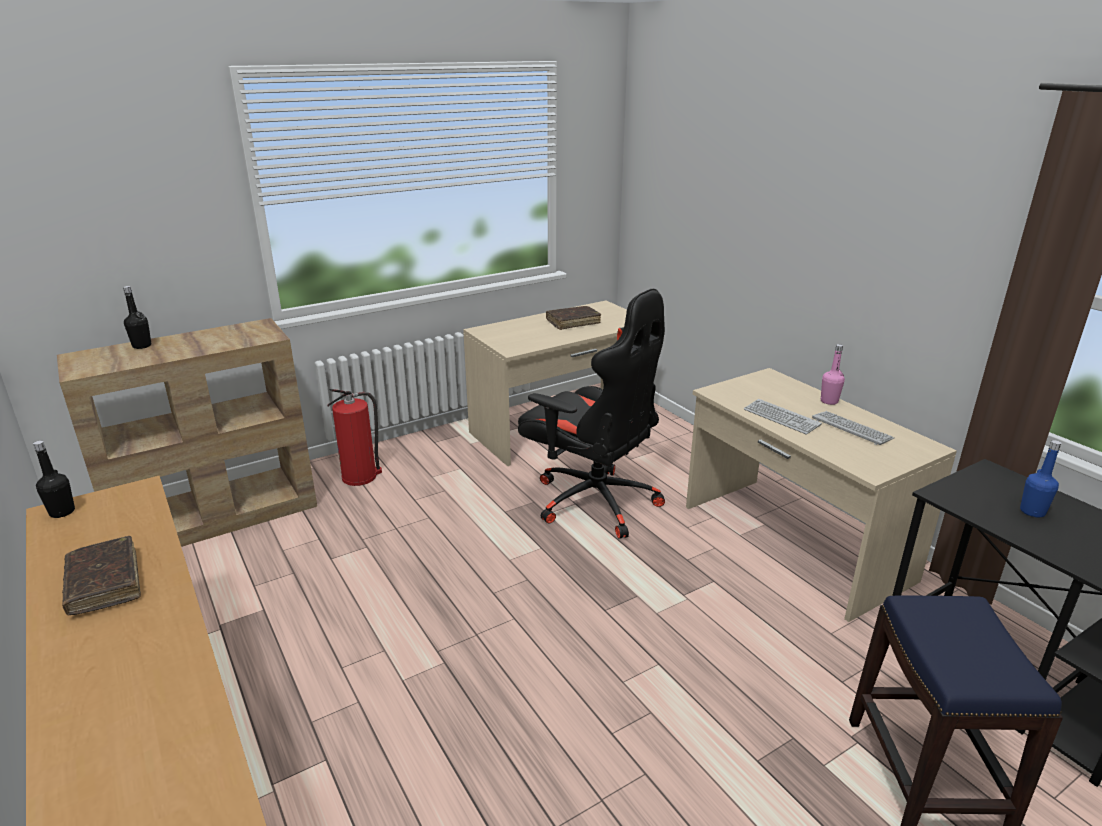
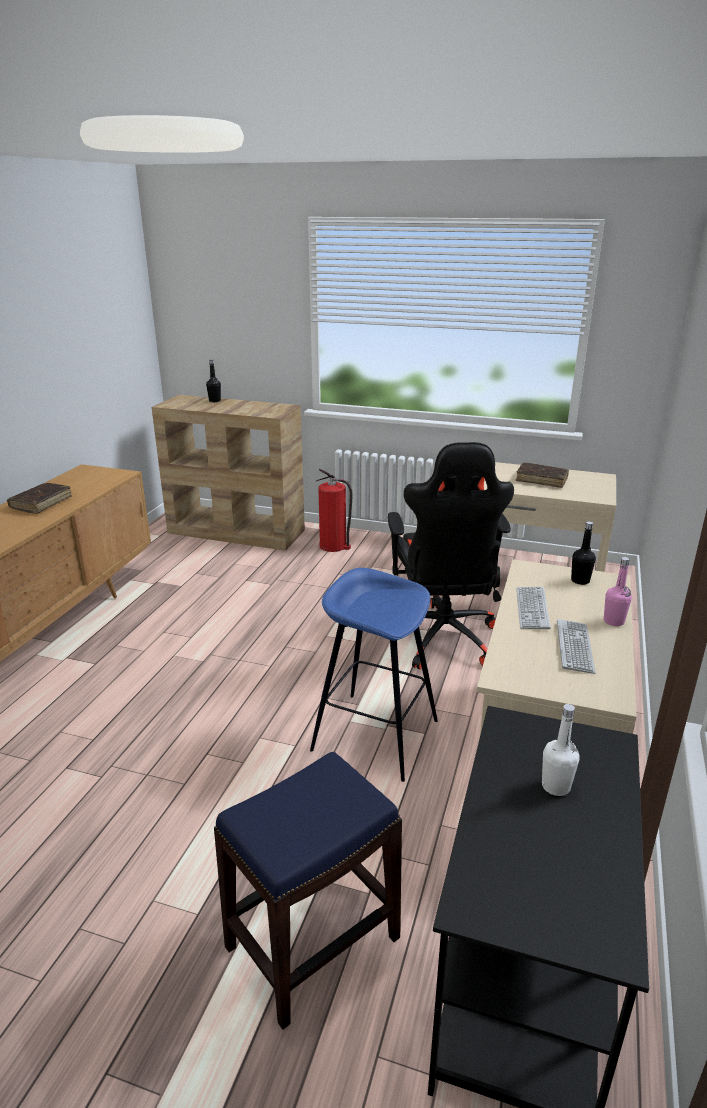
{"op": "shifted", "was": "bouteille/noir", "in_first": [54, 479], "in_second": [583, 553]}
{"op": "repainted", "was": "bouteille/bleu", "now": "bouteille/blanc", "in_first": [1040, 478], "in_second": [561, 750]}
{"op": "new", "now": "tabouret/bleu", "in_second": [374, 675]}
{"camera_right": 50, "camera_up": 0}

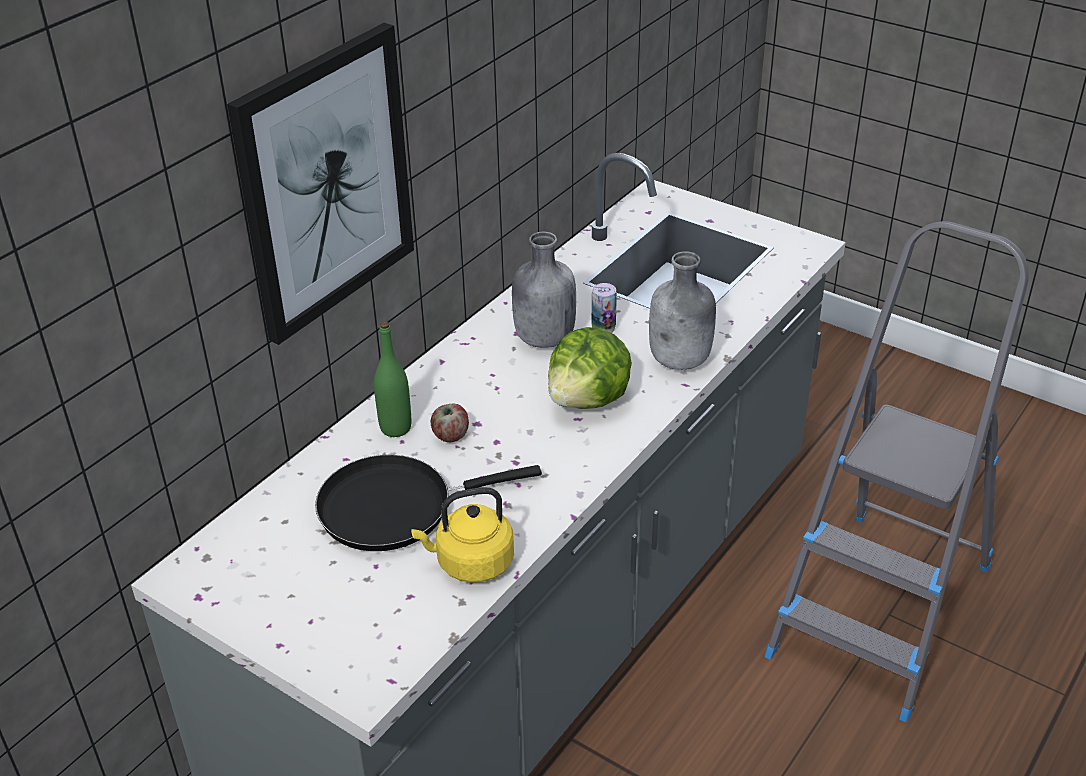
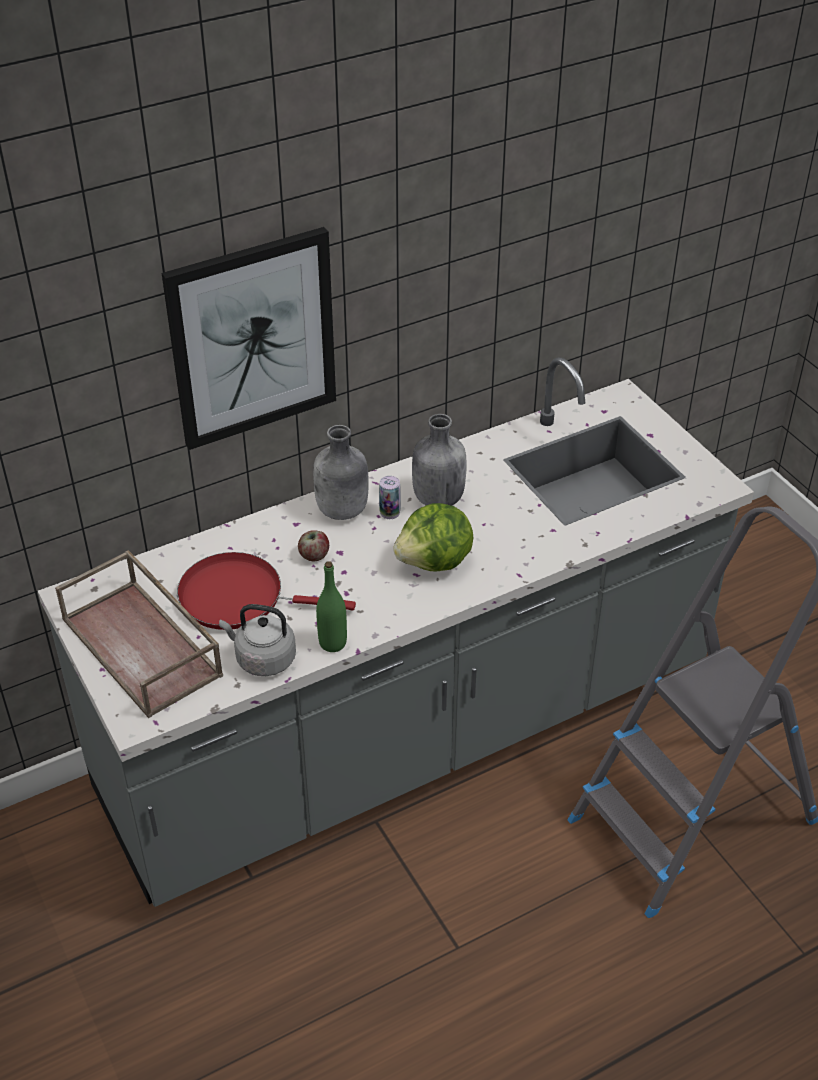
{"op": "shifted", "was": "bouteille/gris", "in_first": [682, 310], "in_second": [341, 472]}
{"op": "shifted", "was": "boîte métallique", "in_first": [604, 308], "in_second": [390, 497]}
{"op": "shifted", "was": "bouteille/vert", "in_first": [392, 379], "in_second": [331, 606]}
{"op": "repainted", "was": "poêle/noir", "now": "poêle/rouge", "in_first": [428, 503], "in_second": [266, 591]}
{"op": "repainted", "was": "bouilloire/jaune", "now": "bouilloire/gris", "in_first": [462, 535], "in_second": [257, 640]}
{"op": "new", "now": "plateau/marron", "in_second": [139, 634]}
{"camera_right": 25, "camera_up": 5}

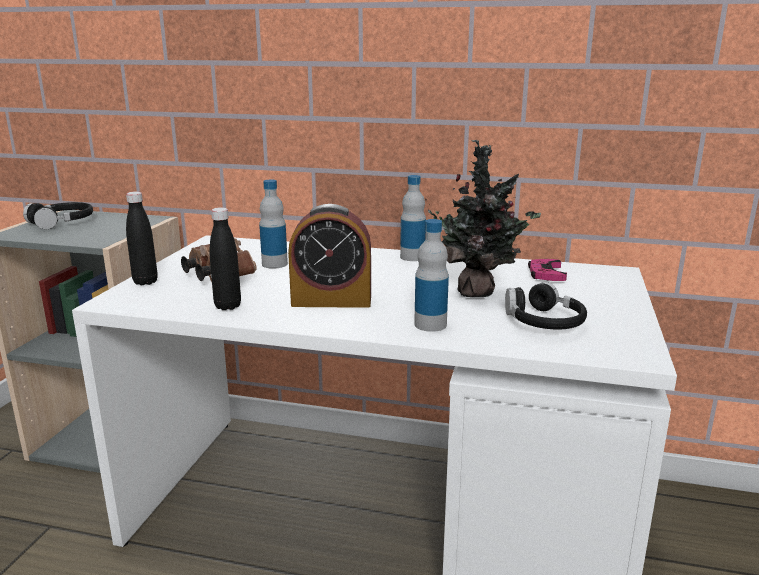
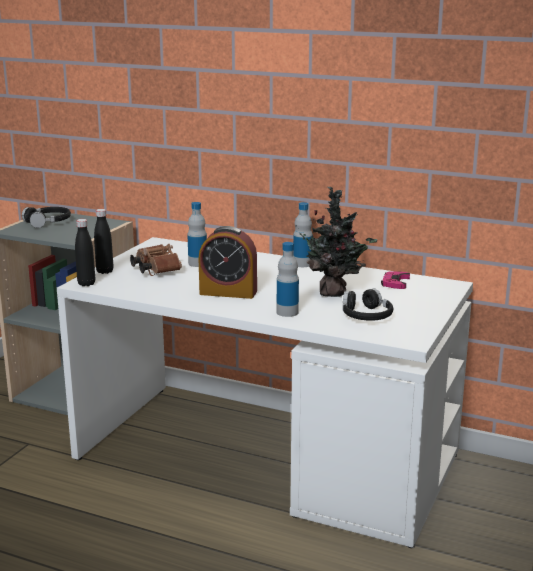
{"op": "shifted", "was": "bouteille/noir", "in_first": [225, 258], "in_second": [85, 252]}
{"camera_right": 10, "camera_up": 0}

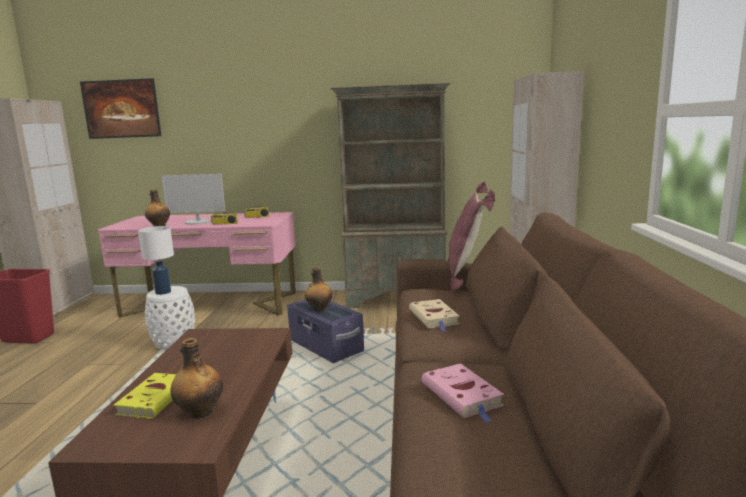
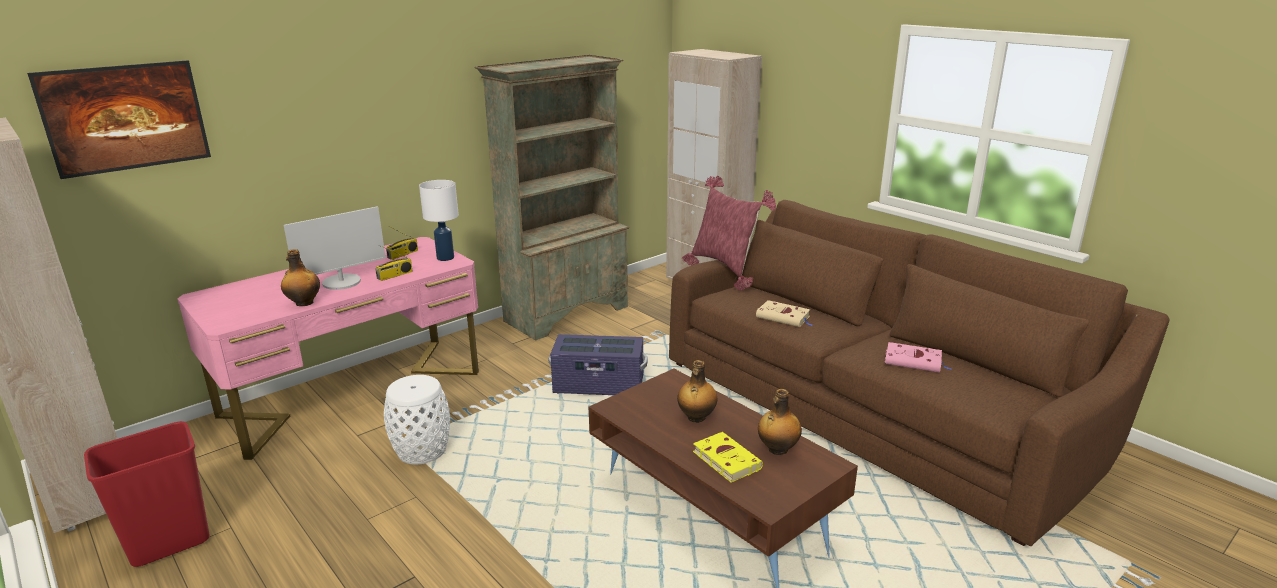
{"op": "shifted", "was": "lampe de table/blanc", "in_first": [156, 260], "in_second": [439, 220]}
{"op": "shifted", "was": "bouteille", "in_first": [318, 289], "in_second": [697, 391]}
{"camera_right": -45, "camera_up": 10}

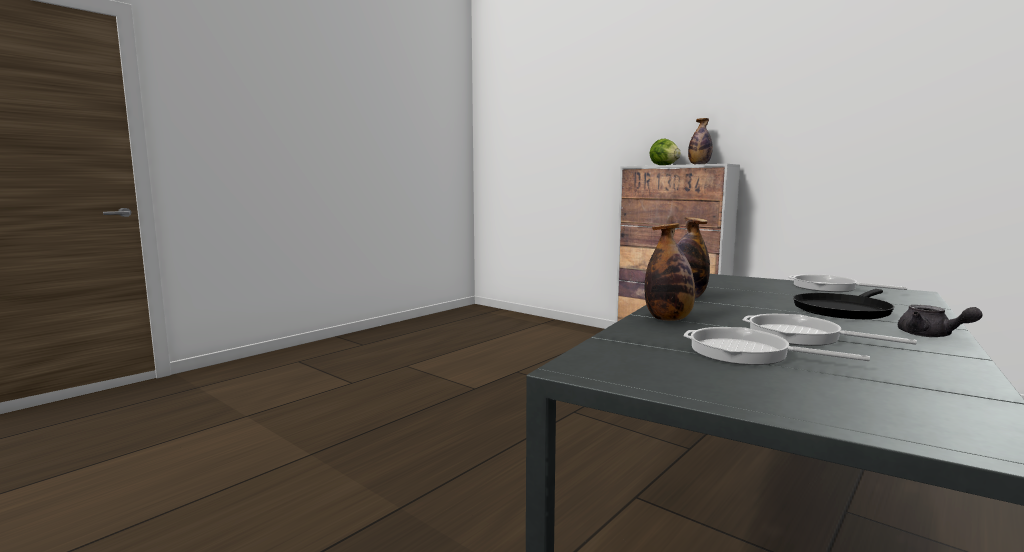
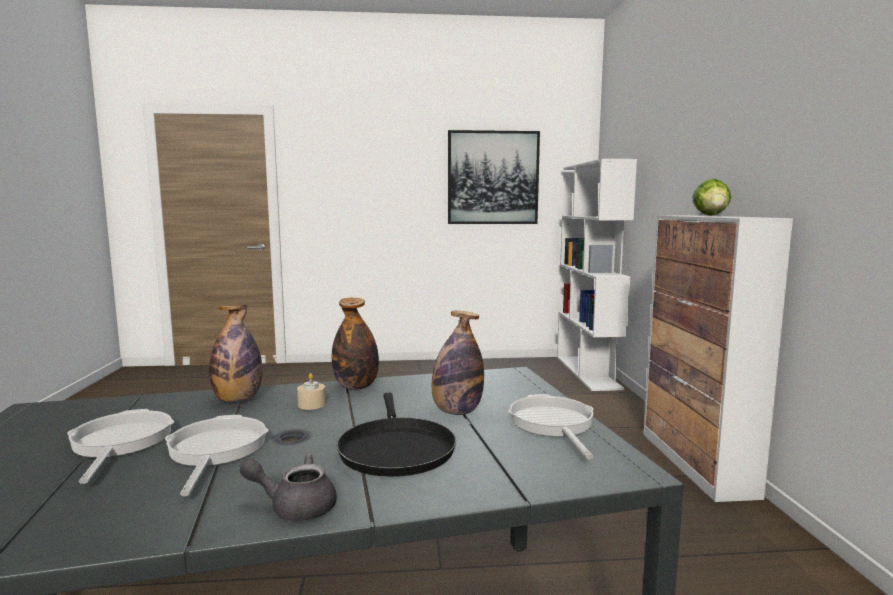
{"op": "shifted", "was": "bouteille", "in_first": [700, 141], "in_second": [458, 363]}
{"op": "rotated", "was": "poêle/noir", "in_first": [843, 304], "in_second": [396, 435], "clockwise": -105}
{"op": "rotated", "was": "théière/gris", "in_first": [940, 321], "in_second": [288, 487], "clockwise": 75}
{"op": "new", "now": "tableau", "in_second": [494, 177]}
{"op": "new", "now": "bibliothèque/blanc", "in_second": [597, 275]}
{"op": "new", "now": "bougie/beige", "in_second": [311, 391]}
{"camera_right": 45, "camera_up": 0}

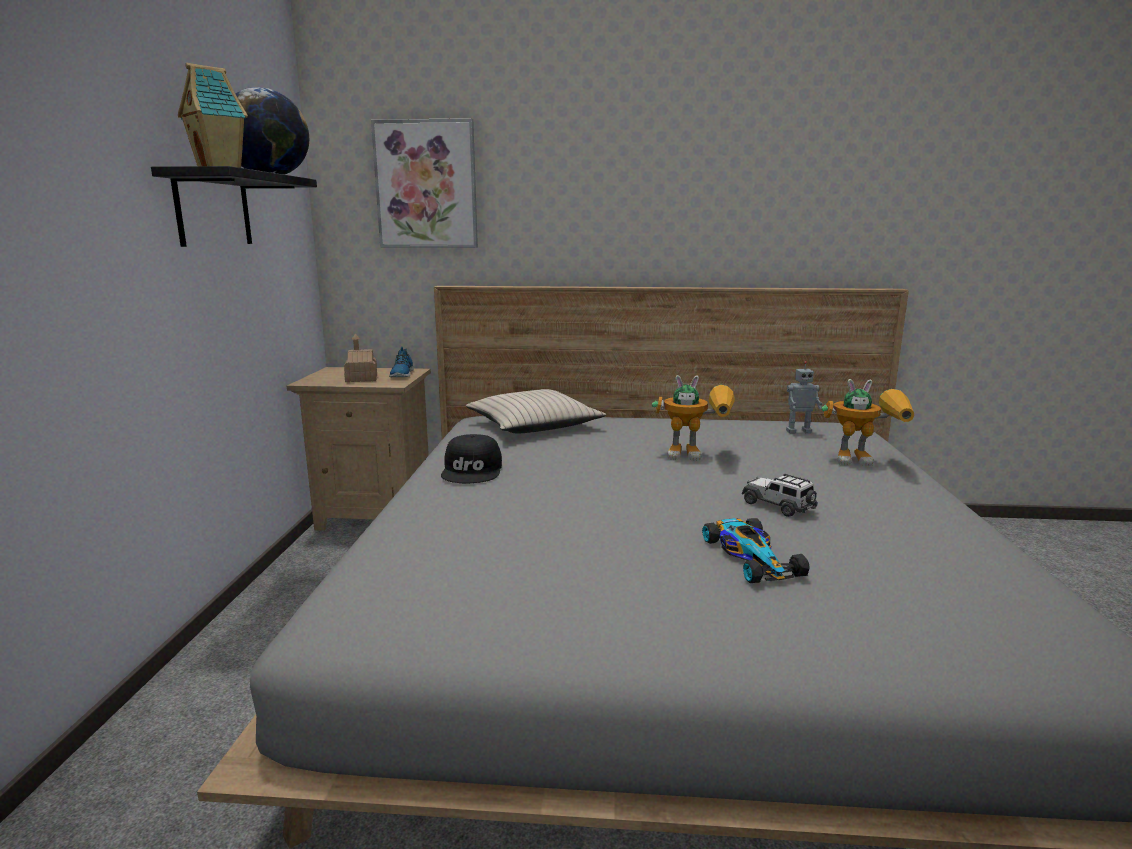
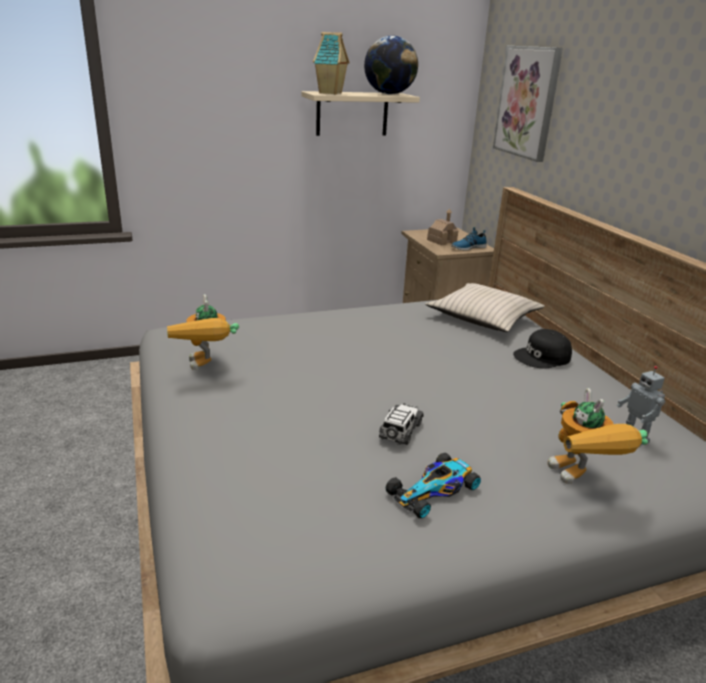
{"op": "repainted", "was": "étagère/noir", "now": "étagère/beige", "in_first": [234, 206], "in_second": [361, 113]}
{"op": "shifted", "was": "robot jouet", "in_first": [693, 418], "in_second": [203, 332]}
{"op": "shifted", "was": "casquette/noir", "in_first": [471, 458], "in_second": [542, 349]}
{"op": "shifted", "was": "petite voiture", "in_first": [756, 550], "in_second": [433, 485]}
{"camera_right": 65, "camera_up": 10}

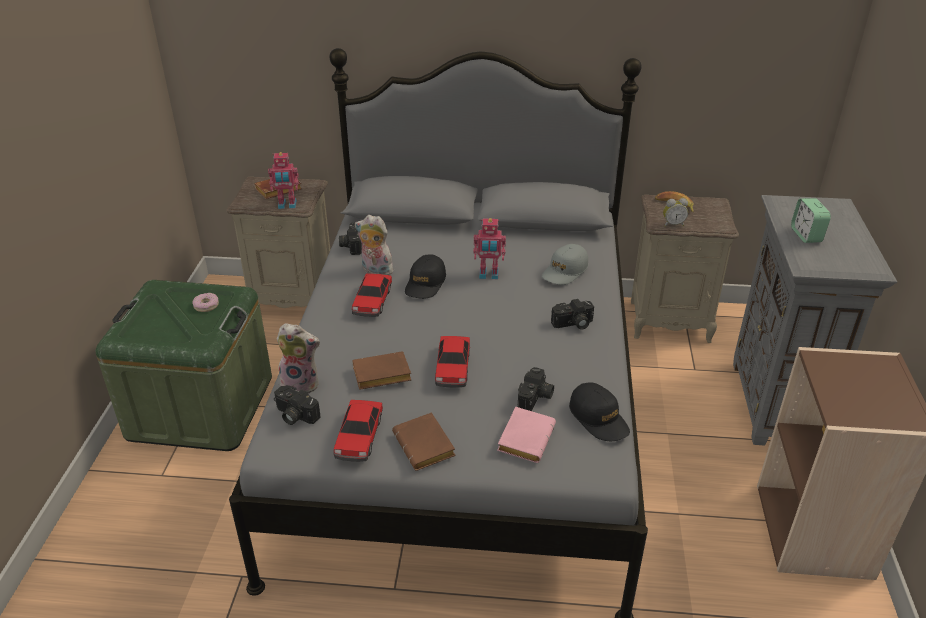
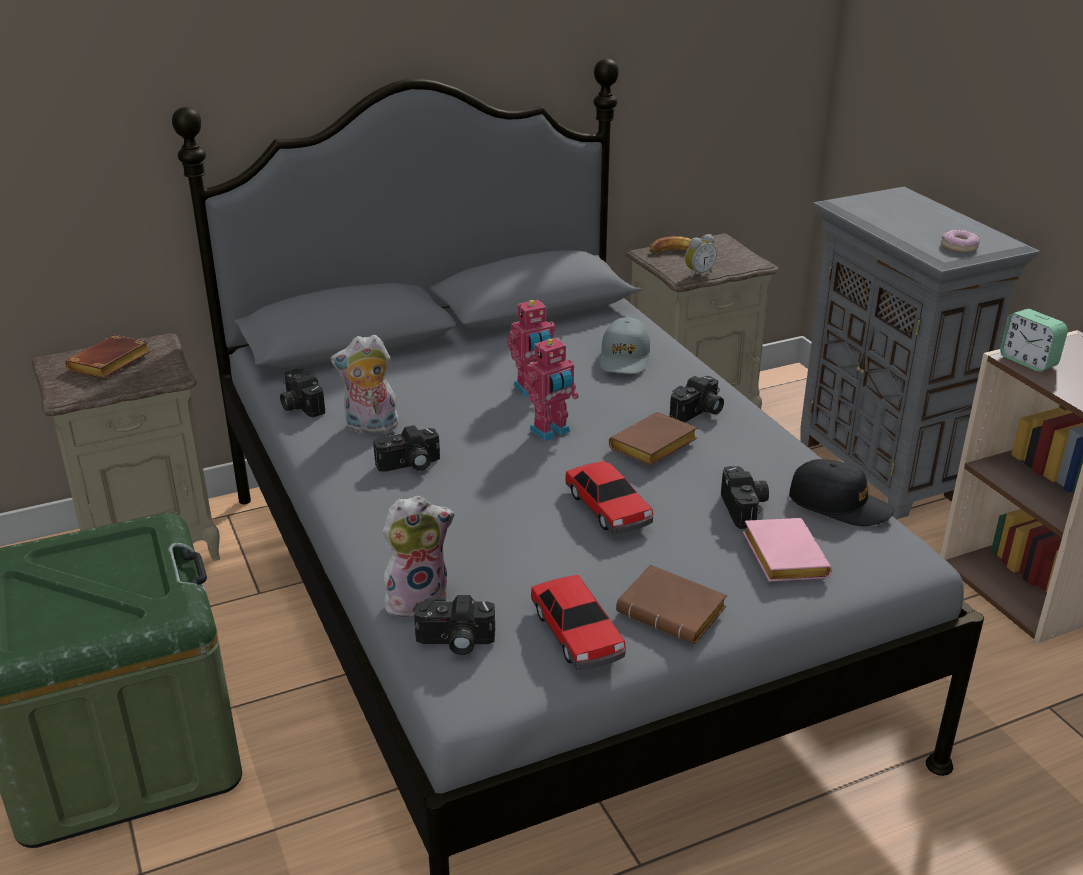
{"op": "shifted", "was": "robot jouet", "in_first": [283, 180], "in_second": [551, 389]}
{"op": "shifted", "was": "réveil", "in_first": [811, 220], "in_second": [1034, 340]}
{"op": "gone", "was": "casquette/noir", "in_first": [425, 276]}
{"op": "swapped", "was": "petite voiture", "now": "appareil photo", "in_first": [372, 295], "in_second": [406, 448]}
{"op": "shifted", "was": "beignet", "in_first": [205, 302], "in_second": [960, 240]}
{"op": "shifted", "was": "livre/marron", "in_first": [381, 370], "in_second": [653, 439]}
{"camera_right": -30, "camera_up": -5}

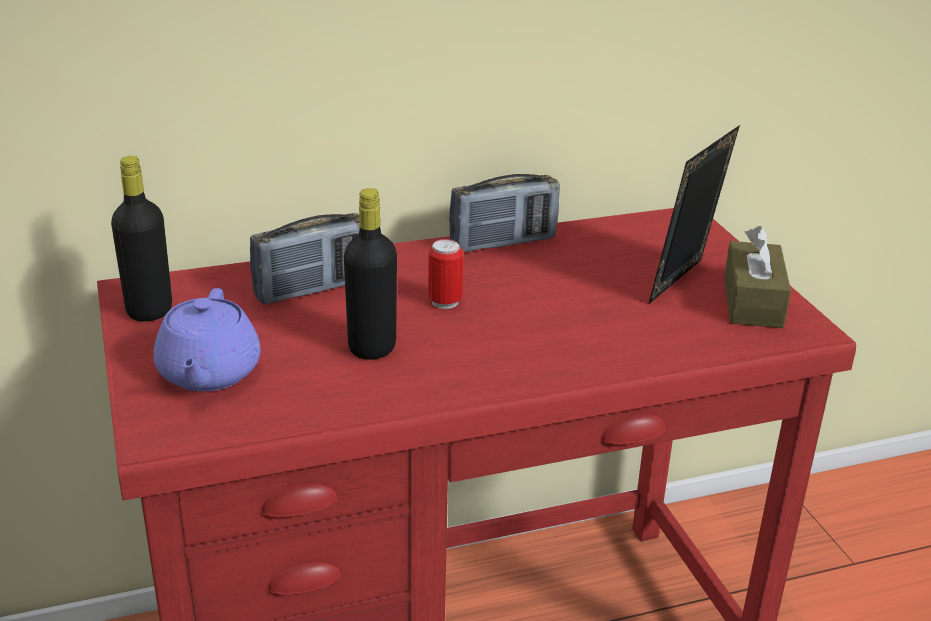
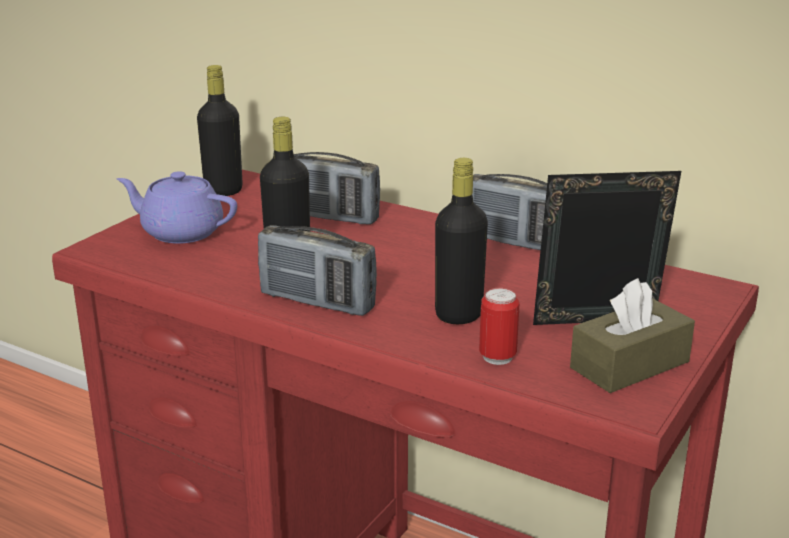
{"op": "shifted", "was": "boîte métallique", "in_first": [445, 274], "in_second": [499, 326]}
{"op": "rotated", "was": "théière/violet", "in_first": [207, 340], "in_second": [177, 207], "clockwise": 60}
{"op": "new", "now": "bouteille/noir", "in_second": [461, 241]}
{"op": "new", "now": "radio", "in_second": [317, 270]}
{"camera_right": 50, "camera_up": -5}

